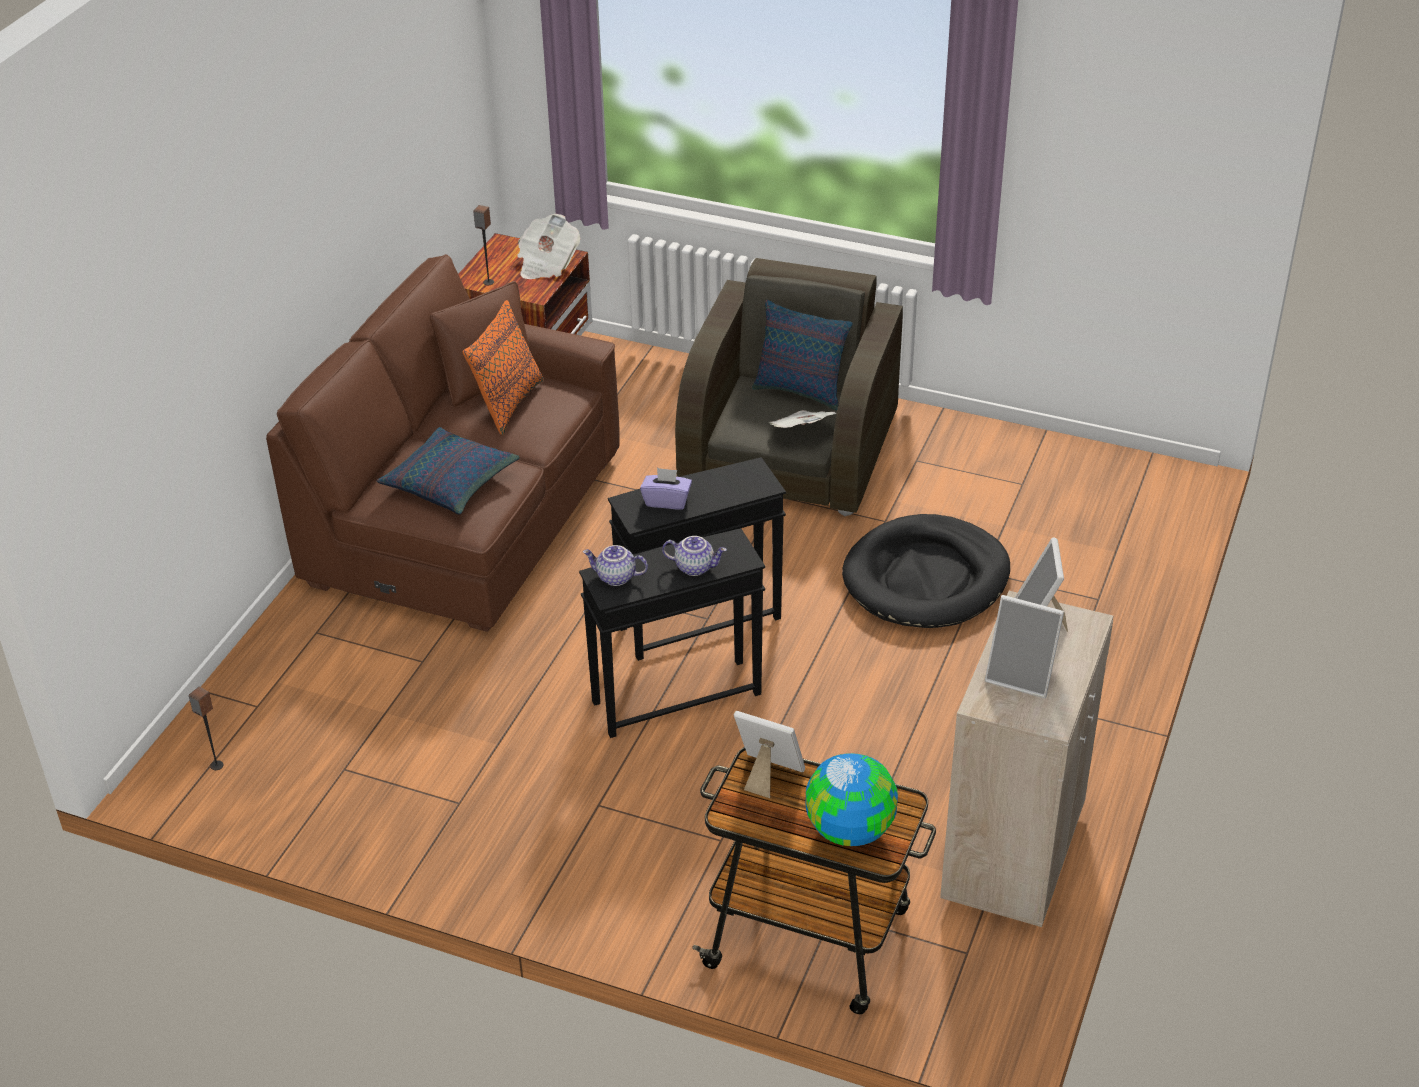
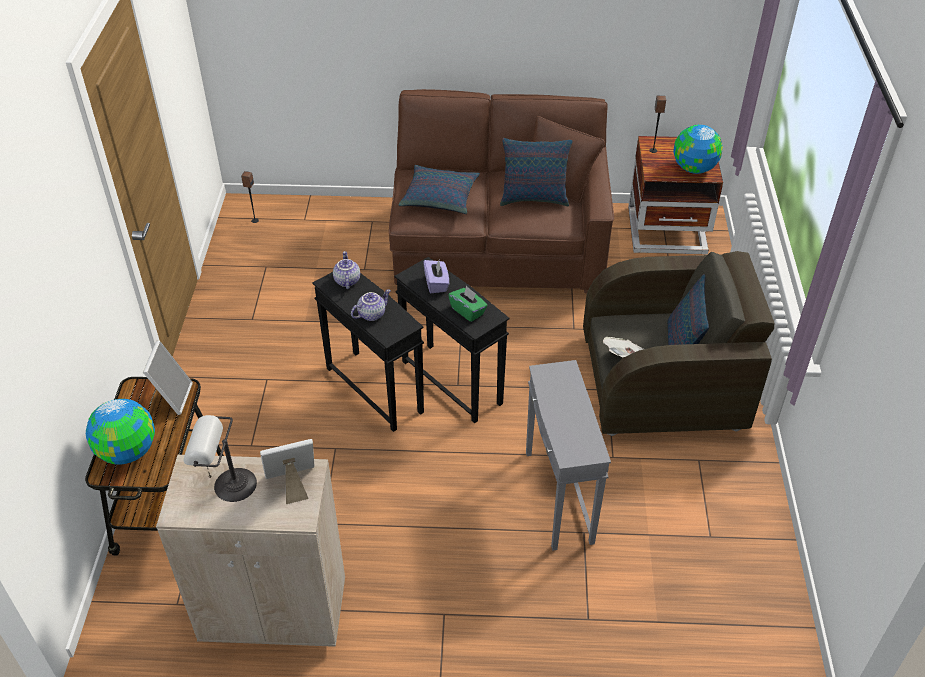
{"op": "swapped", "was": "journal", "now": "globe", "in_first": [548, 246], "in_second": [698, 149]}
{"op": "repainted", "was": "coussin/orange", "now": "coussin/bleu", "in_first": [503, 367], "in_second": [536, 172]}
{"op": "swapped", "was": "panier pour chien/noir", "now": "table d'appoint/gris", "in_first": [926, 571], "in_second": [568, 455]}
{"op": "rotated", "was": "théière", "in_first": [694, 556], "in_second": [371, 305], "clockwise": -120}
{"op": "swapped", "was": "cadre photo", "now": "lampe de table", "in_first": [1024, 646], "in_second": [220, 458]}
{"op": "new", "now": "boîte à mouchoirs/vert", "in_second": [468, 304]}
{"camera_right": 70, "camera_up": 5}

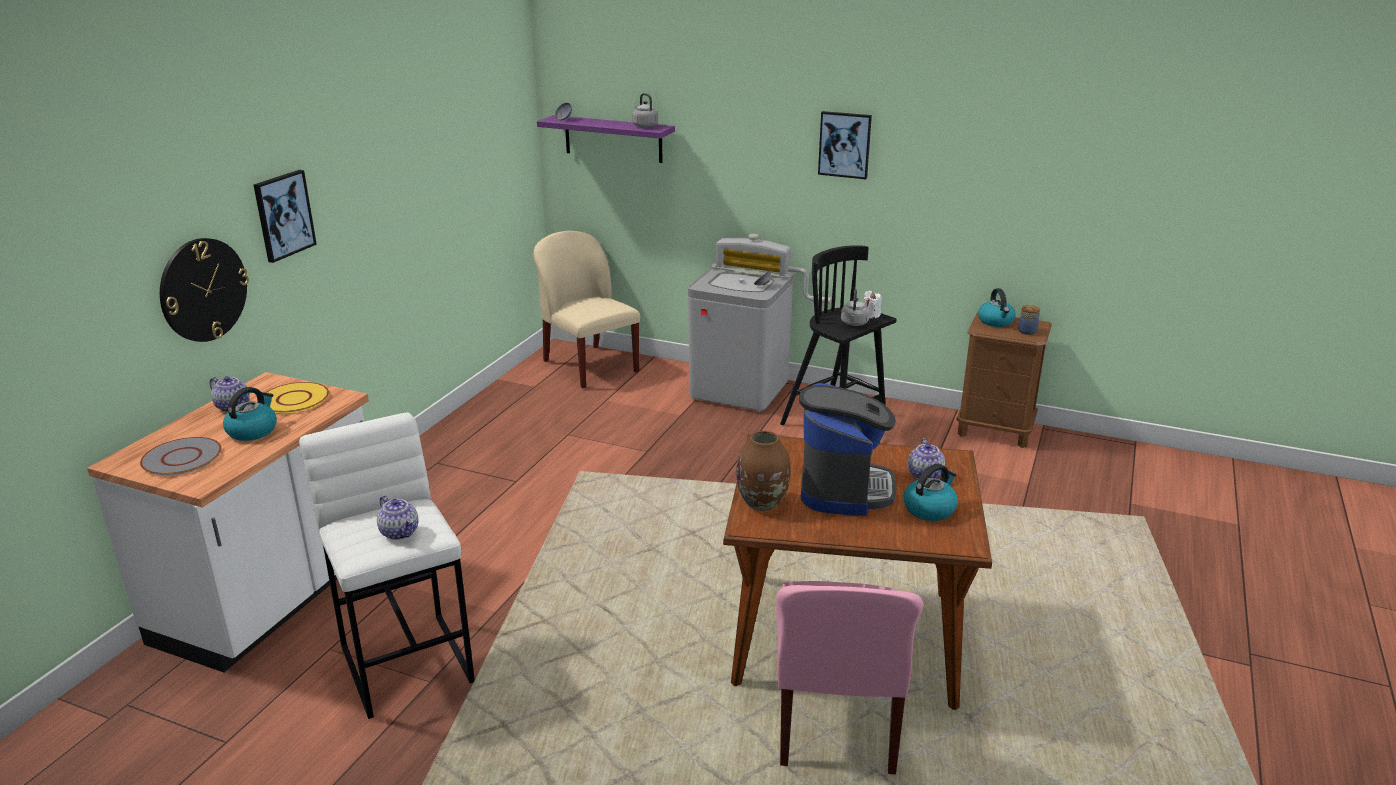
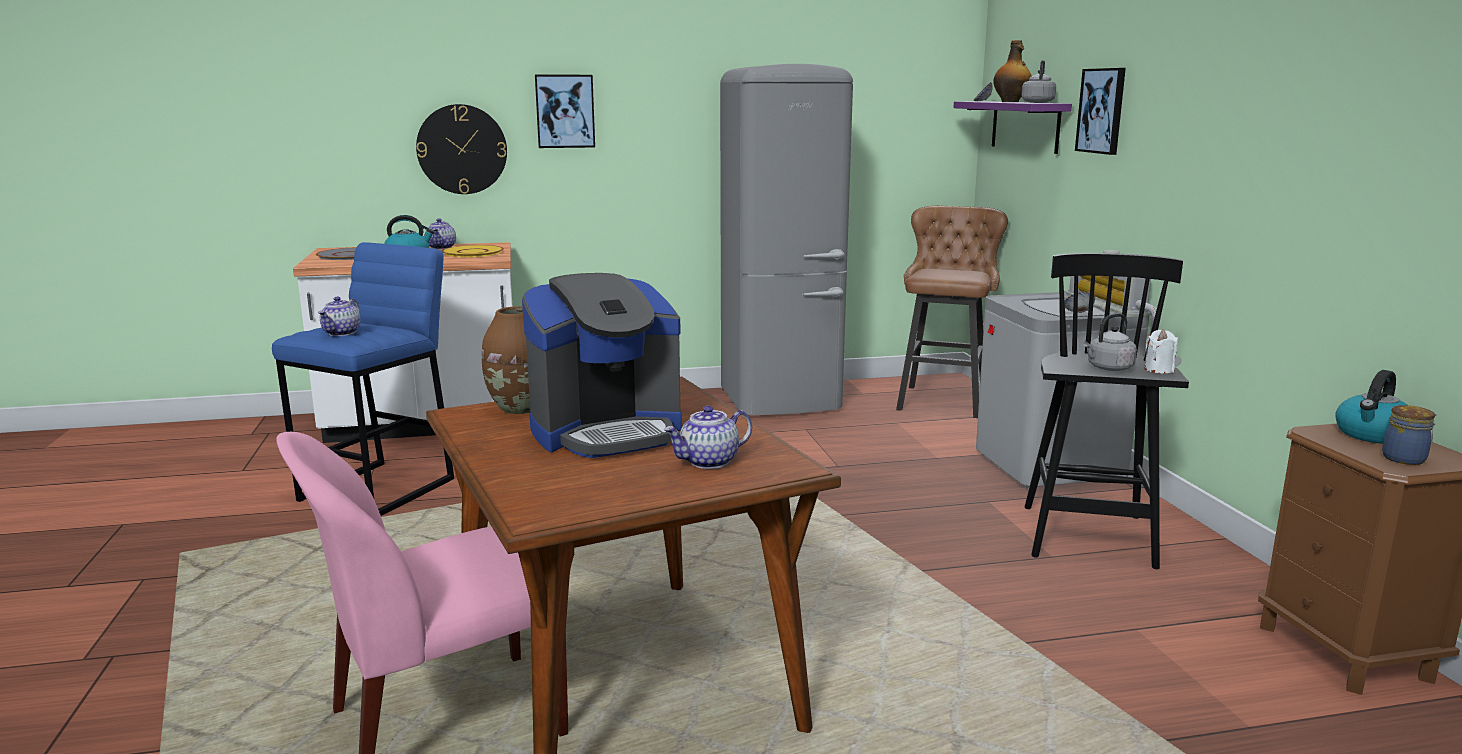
{"op": "shifted", "was": "tableau", "in_first": [845, 145], "in_second": [1100, 111]}
{"op": "swapped", "was": "chaise/beige", "now": "tabouret/marron", "in_first": [586, 309], "in_second": [952, 311]}
{"op": "repainted", "was": "tabouret/blanc", "now": "tabouret/bleu", "in_first": [387, 565], "in_second": [363, 379]}
{"op": "gone", "was": "bouilloire", "in_first": [930, 492]}
{"op": "new", "now": "bouteille", "in_second": [1012, 71]}
{"op": "new", "now": "réfrigérateur/gris", "in_second": [786, 239]}
{"camera_right": 55, "camera_up": -10}

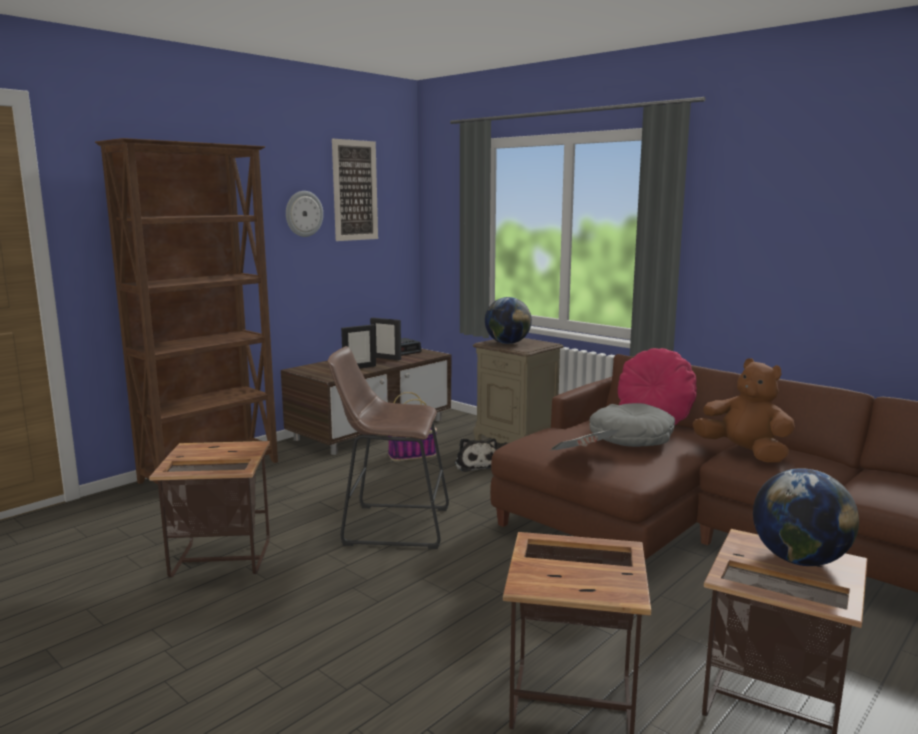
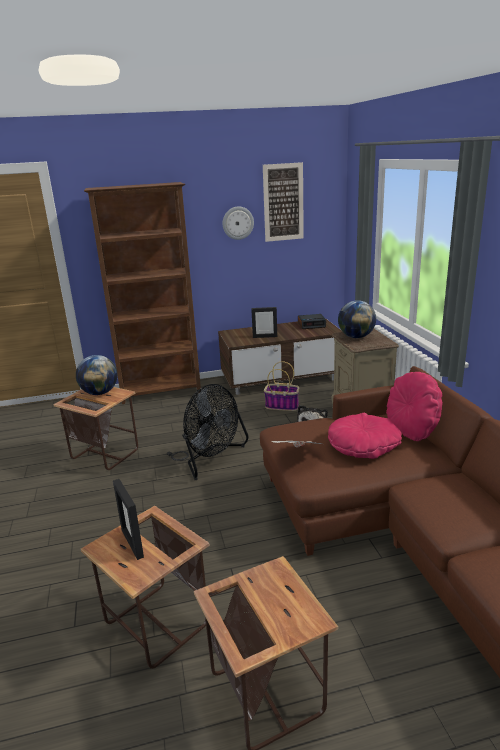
{"op": "shifted", "was": "cadre photo", "in_first": [385, 339], "in_second": [128, 519]}
{"op": "swapped", "was": "tabouret/marron", "now": "ventilateur/noir", "in_first": [388, 447], "in_second": [207, 432]}
{"op": "gone", "was": "peluche/marron", "in_first": [743, 410]}
{"op": "repainted", "was": "coussin/gris", "now": "coussin/rose", "in_first": [632, 425], "in_second": [365, 436]}
{"op": "shifted", "was": "globe", "in_first": [806, 517], "in_second": [97, 375]}
{"camera_right": 35, "camera_up": 10}

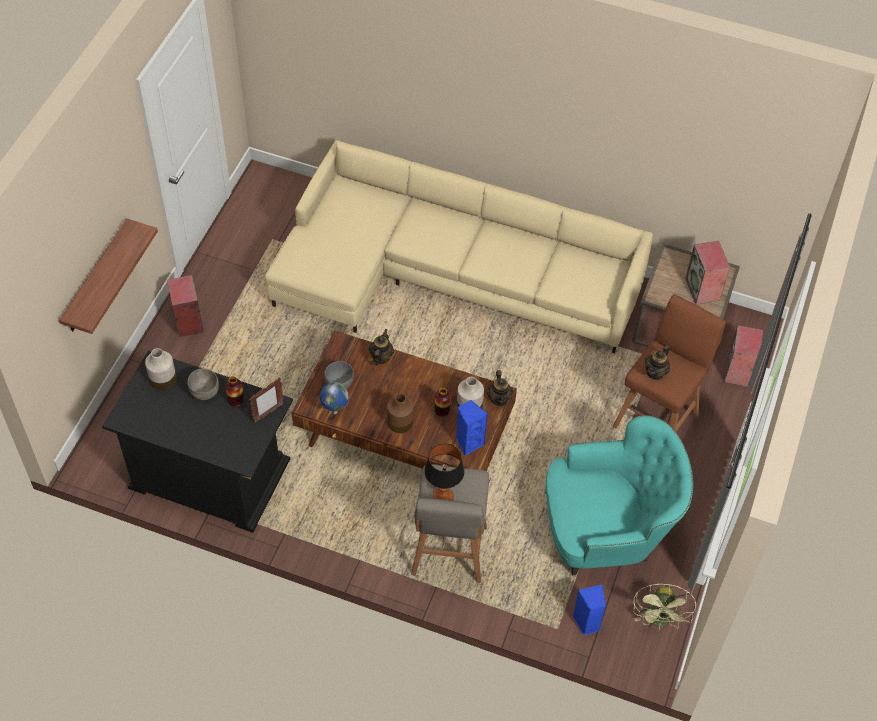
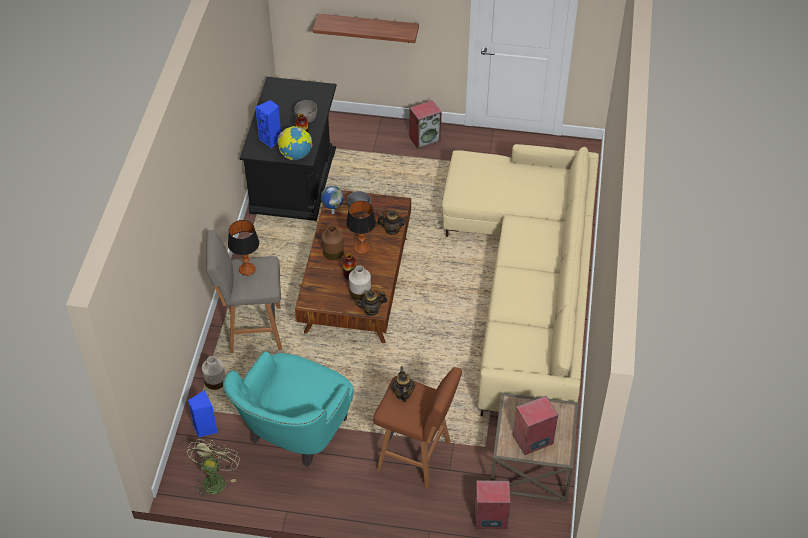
{"op": "rotated", "was": "théière", "in_first": [657, 362], "in_second": [403, 384], "clockwise": 60}
{"op": "shifted", "was": "vase/beige", "in_first": [161, 369], "in_second": [214, 373]}
{"op": "swapped", "was": "cadre photo", "now": "globe", "in_first": [266, 400], "in_second": [295, 143]}
{"op": "shifted", "was": "enceinte/bleu", "in_first": [472, 428], "in_second": [268, 124]}
{"op": "rotated", "was": "fauteuil/turquoise", "in_first": [619, 495], "in_second": [288, 409], "clockwise": 45}
{"op": "rotated", "was": "ventilateur/vert", "in_first": [665, 607], "in_second": [213, 469], "clockwise": 105}
{"op": "new", "now": "lampe de table", "in_second": [361, 227]}
{"camera_right": 80, "camera_up": -5}

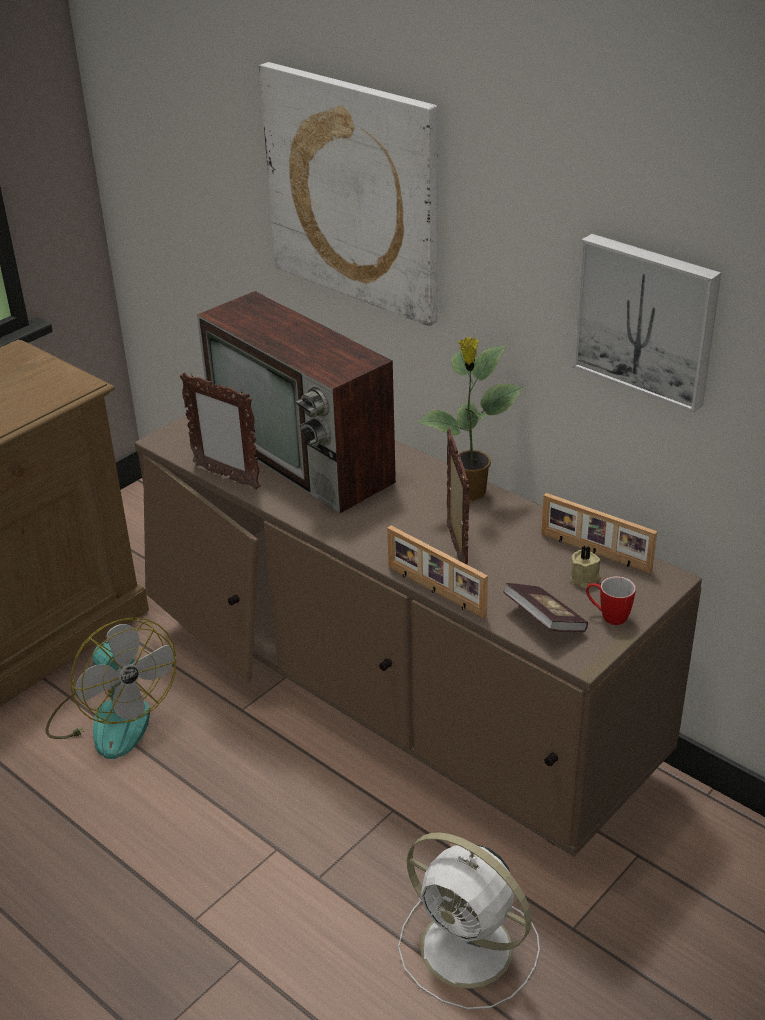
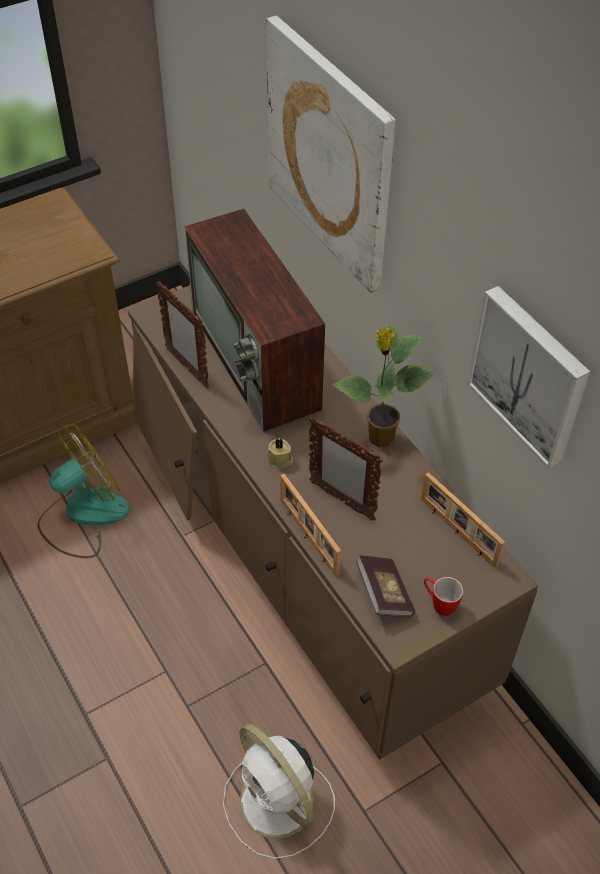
{"op": "rotated", "was": "cadre photo", "in_first": [458, 496], "in_second": [346, 469], "clockwise": 120}
{"op": "shifted", "was": "bougie/beige", "in_first": [585, 567], "in_second": [280, 453]}
{"op": "rotated", "was": "ventilateur", "in_first": [110, 688], "in_second": [83, 491], "clockwise": -105}
{"camera_right": 15, "camera_up": 15}

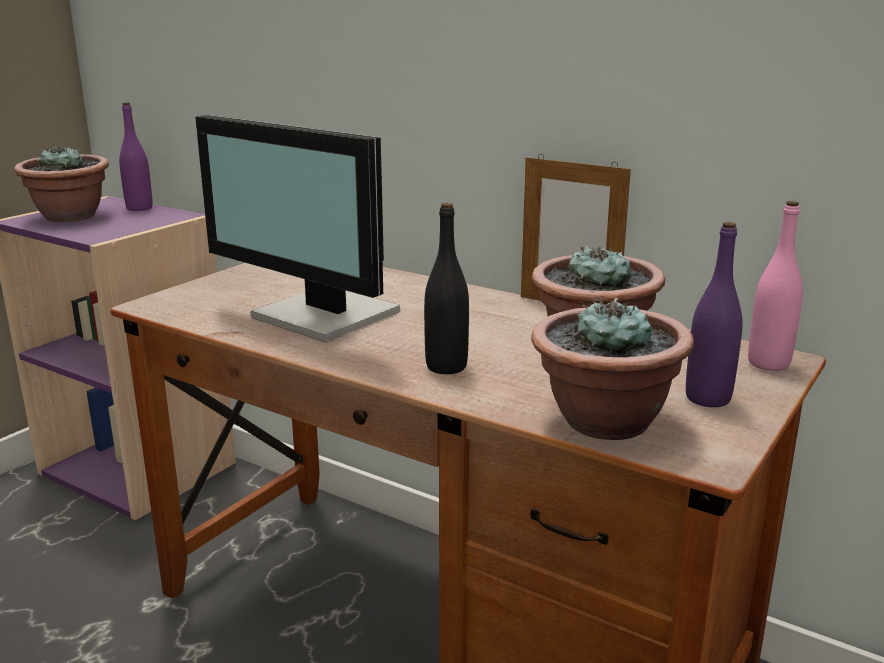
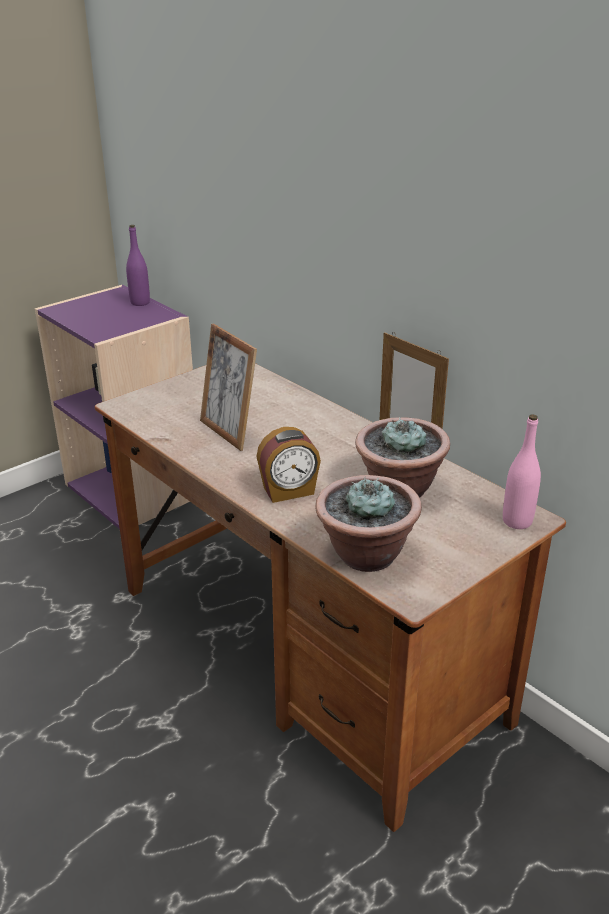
{"op": "swapped", "was": "écran d'ordinateur", "now": "cadre photo", "in_first": [297, 228], "in_second": [228, 387]}
{"op": "gone", "was": "plante en pot", "in_first": [61, 183]}
{"op": "swapped", "was": "bouteille/noir", "now": "réveil", "in_first": [446, 288], "in_second": [288, 465]}
{"op": "gone", "was": "bouteille/violet", "in_first": [714, 314]}
{"camera_right": 15, "camera_up": 10}

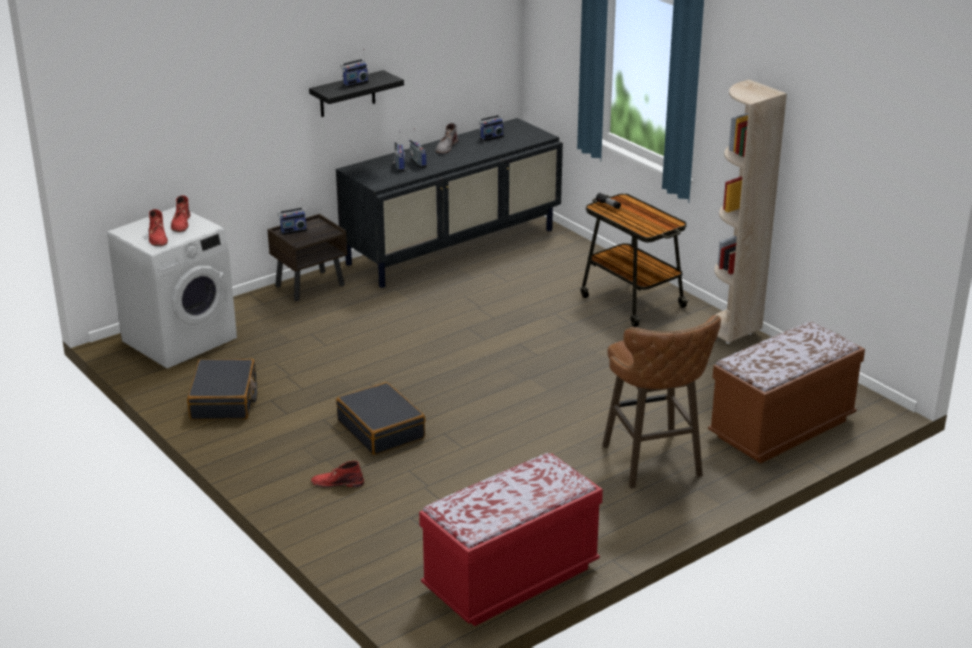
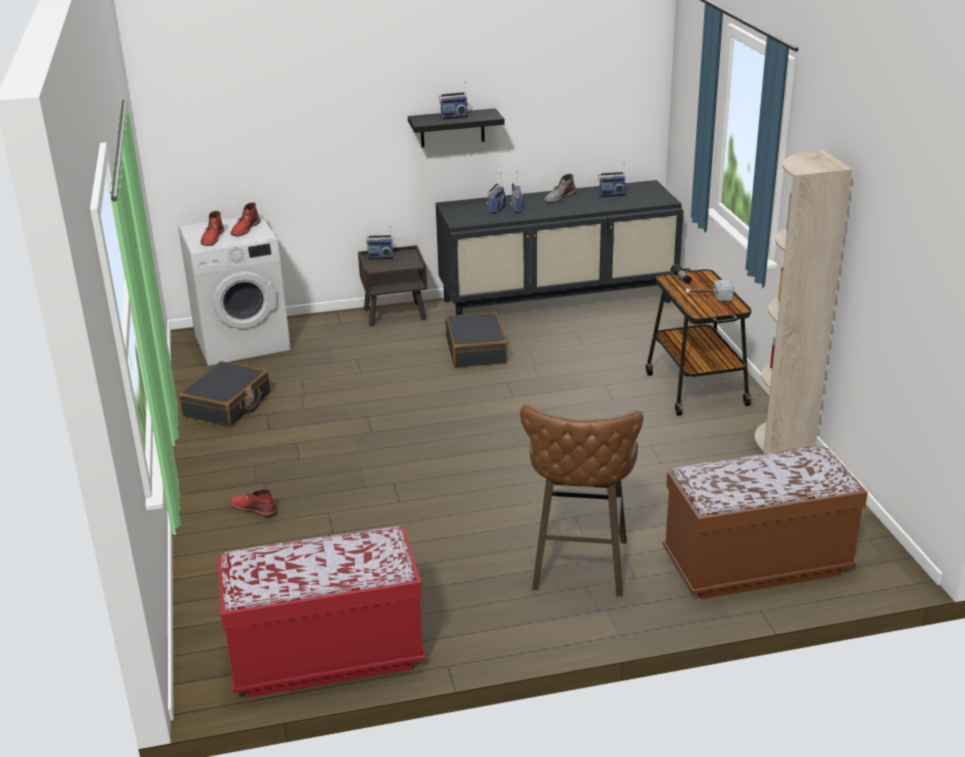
{"op": "shifted", "was": "valise/noir", "in_first": [381, 418], "in_second": [476, 339]}
{"op": "new", "now": "marteau", "in_second": [709, 290]}
{"camera_right": 25, "camera_up": 0}

